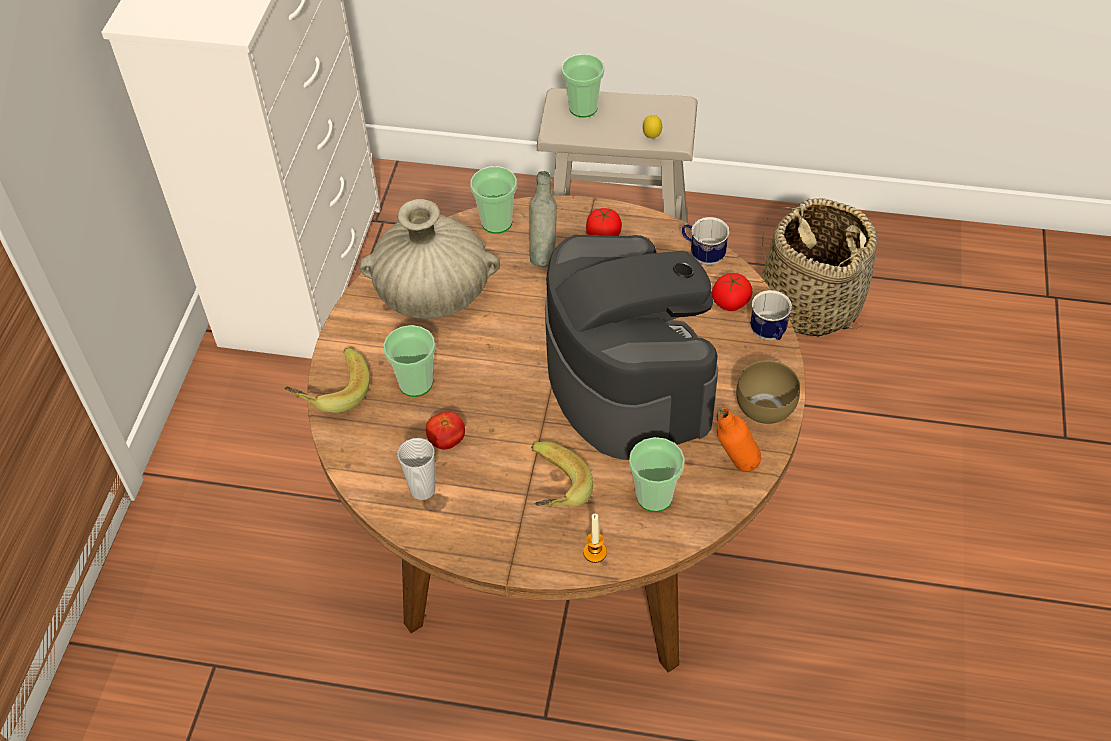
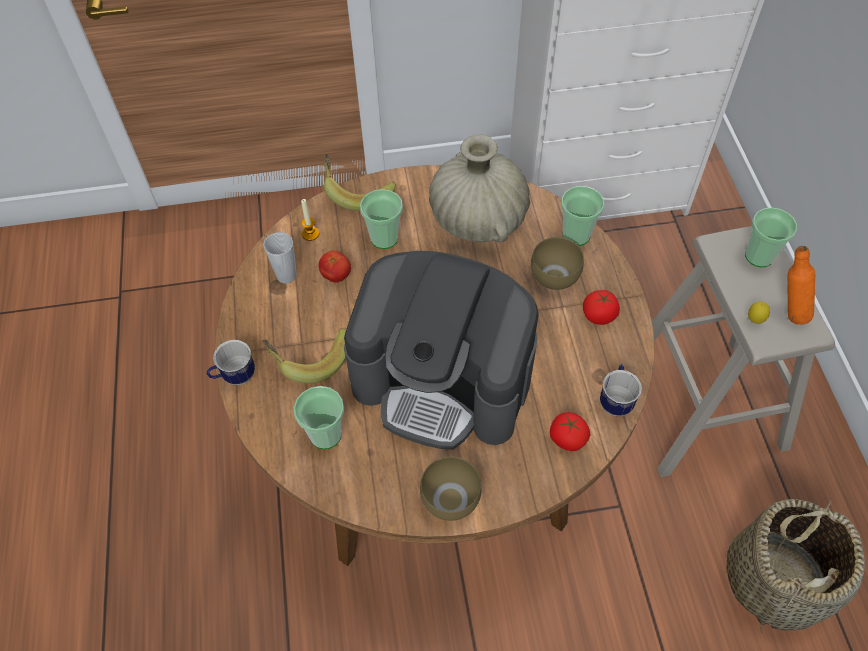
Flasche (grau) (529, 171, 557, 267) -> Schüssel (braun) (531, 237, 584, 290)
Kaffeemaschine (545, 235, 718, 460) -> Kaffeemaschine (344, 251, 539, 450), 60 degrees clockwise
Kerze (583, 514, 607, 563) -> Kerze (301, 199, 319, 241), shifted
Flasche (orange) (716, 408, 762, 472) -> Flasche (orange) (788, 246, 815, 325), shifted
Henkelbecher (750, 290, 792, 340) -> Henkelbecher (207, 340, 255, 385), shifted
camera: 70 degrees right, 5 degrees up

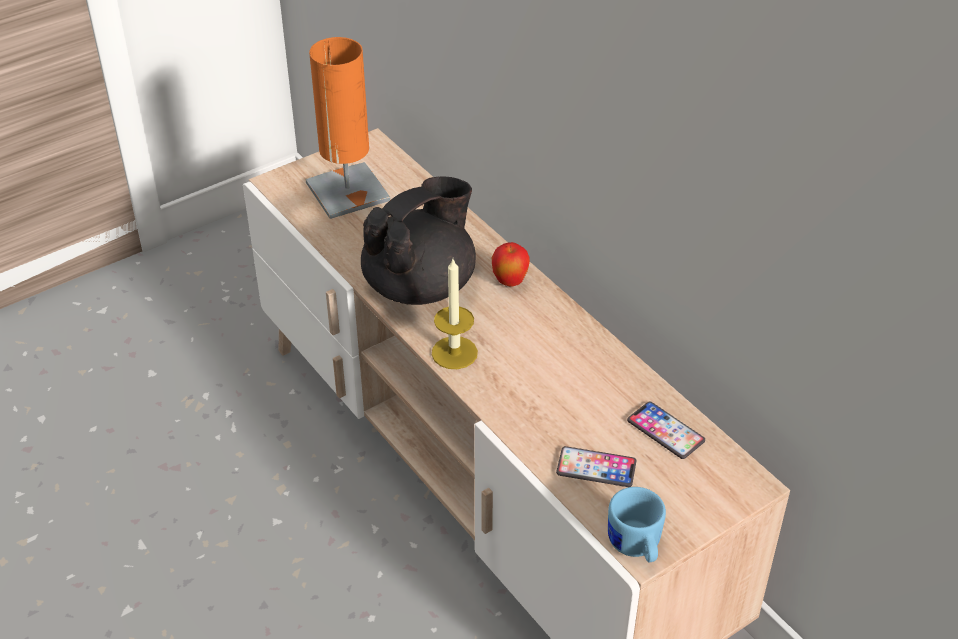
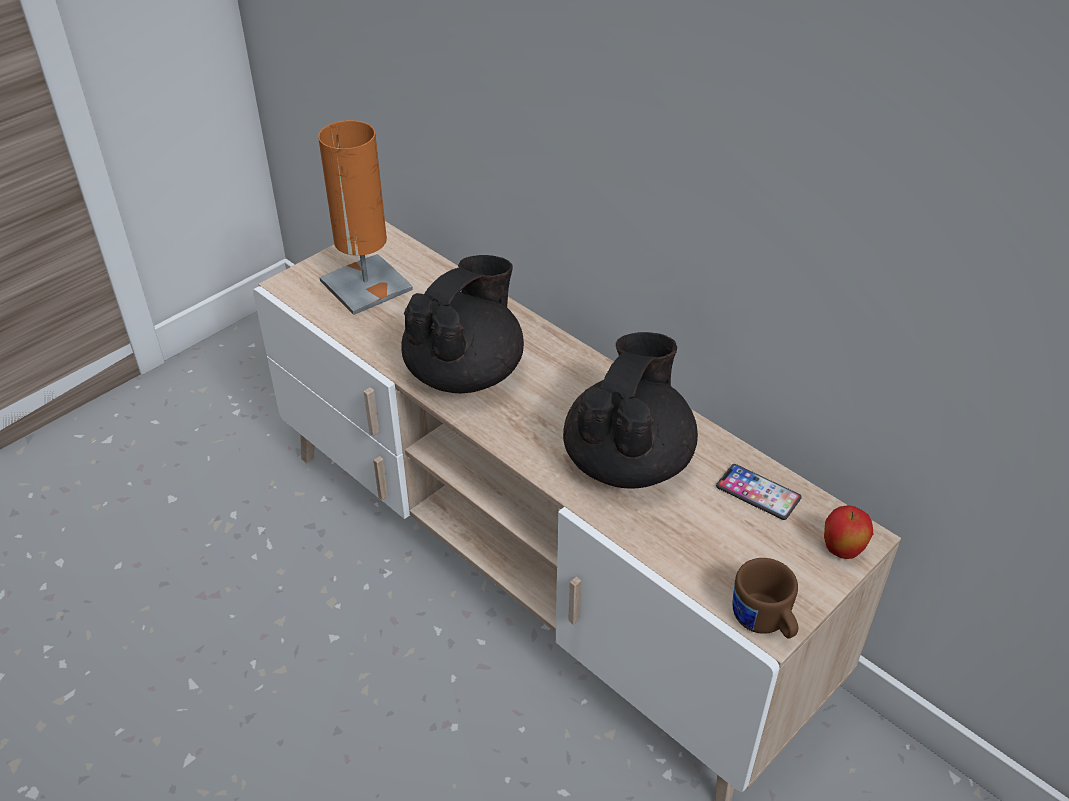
Kerze (432, 259, 478, 369) -> none
Apfel (492, 242, 530, 286) -> Apfel (824, 505, 873, 559), shifted
Handy (556, 446, 636, 487) -> none
Henkelbecher (blau) (608, 487, 666, 562) -> Henkelbecher (braun) (732, 558, 798, 638)
none -> Teekanne (schwarz) (563, 332, 698, 488)
camera: 10 degrees left, 0 degrees up

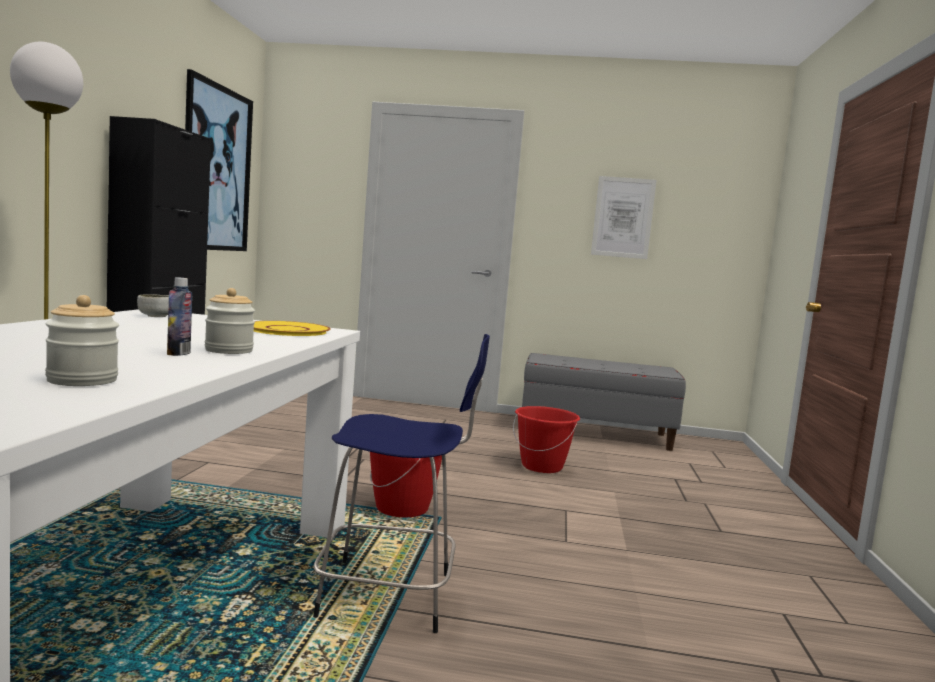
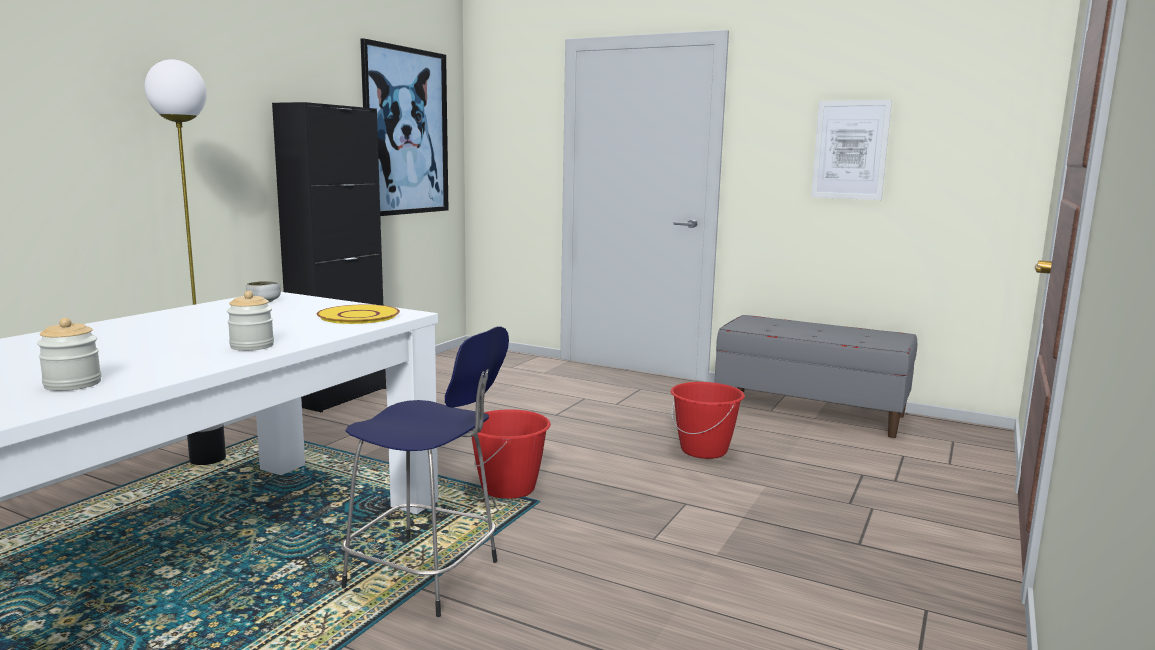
Flasche (167, 278, 192, 356) -> none
camera: 20 degrees right, 5 degrees up

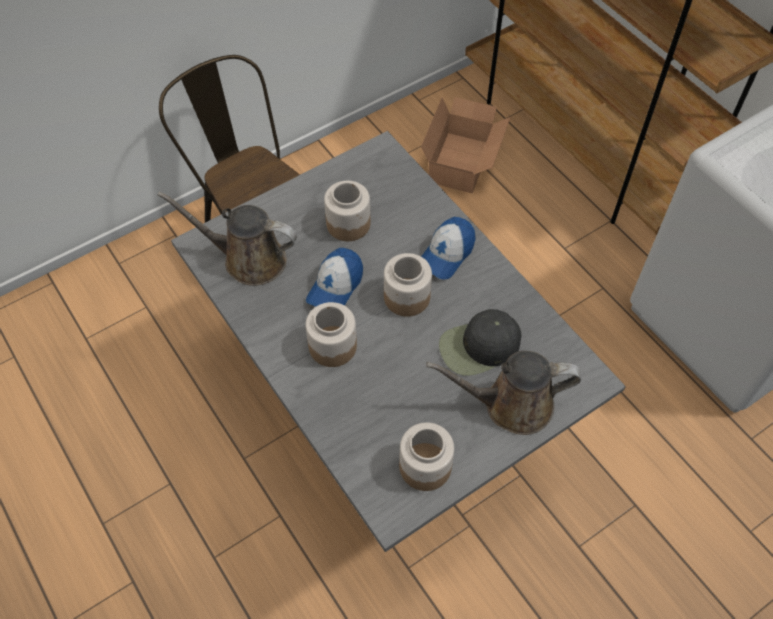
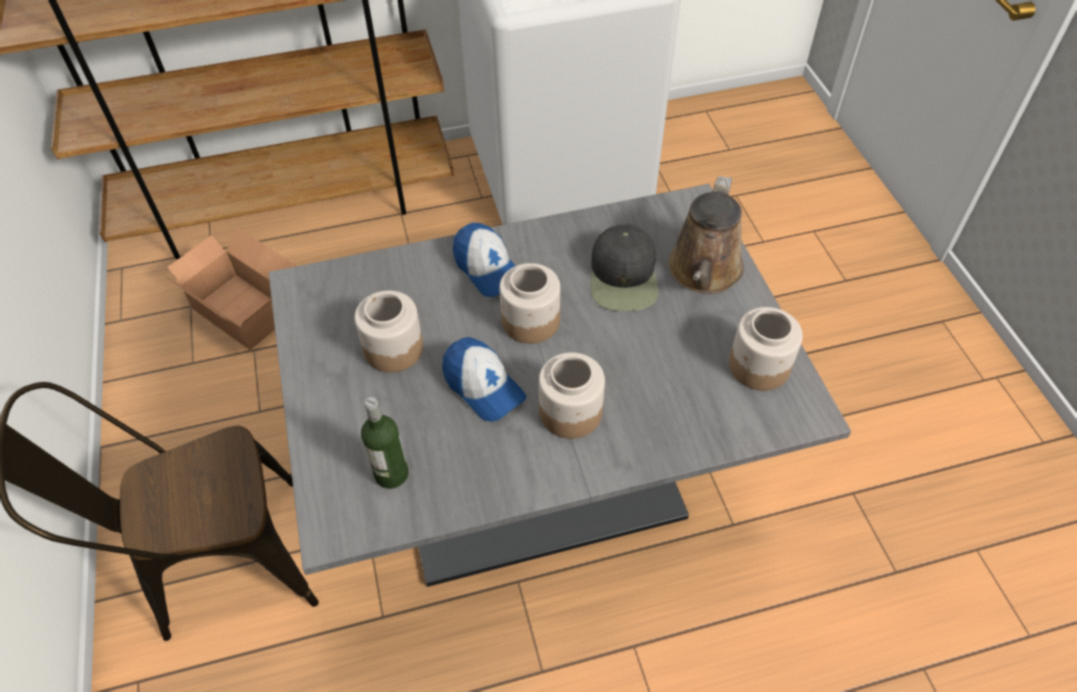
Gießkanne (braun) (158, 191, 297, 286) -> Flasche (361, 397, 409, 489)
camera: 70 degrees left, 5 degrees down

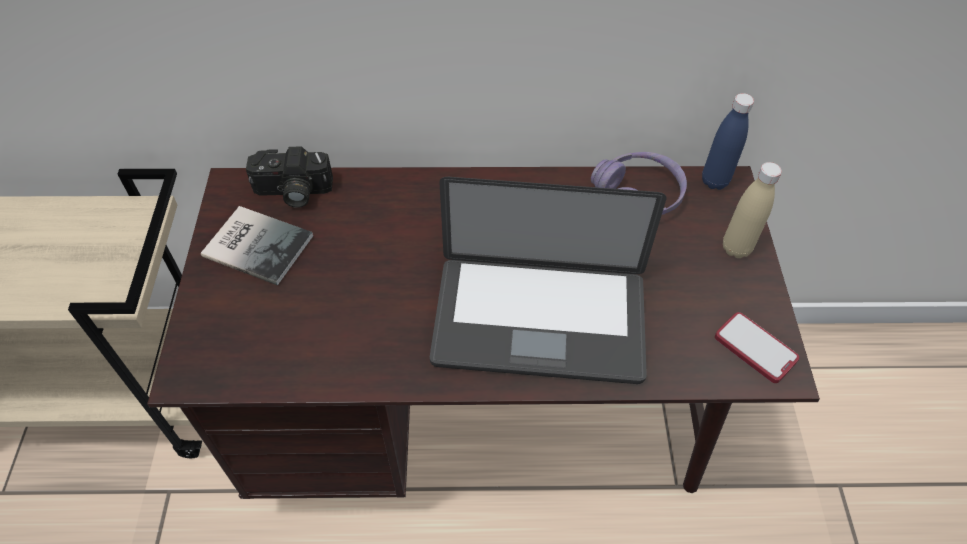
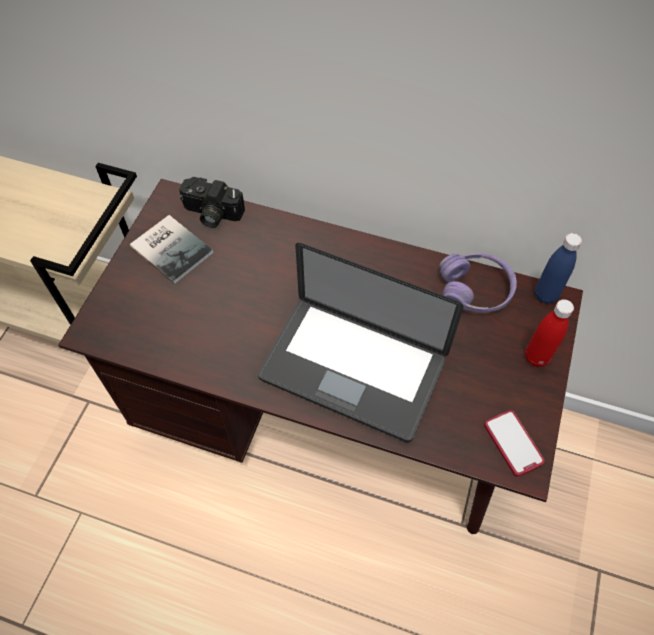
Flasche (beige) (723, 162, 782, 258) -> Flasche (rot) (525, 299, 574, 367)
camera: 20 degrees right, 5 degrees up

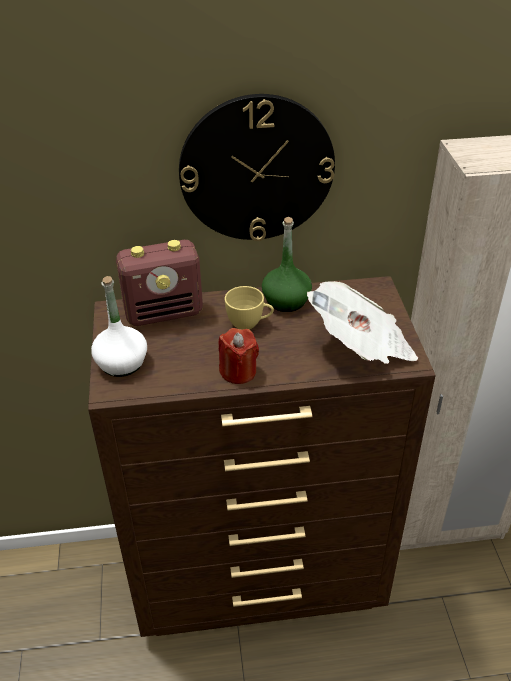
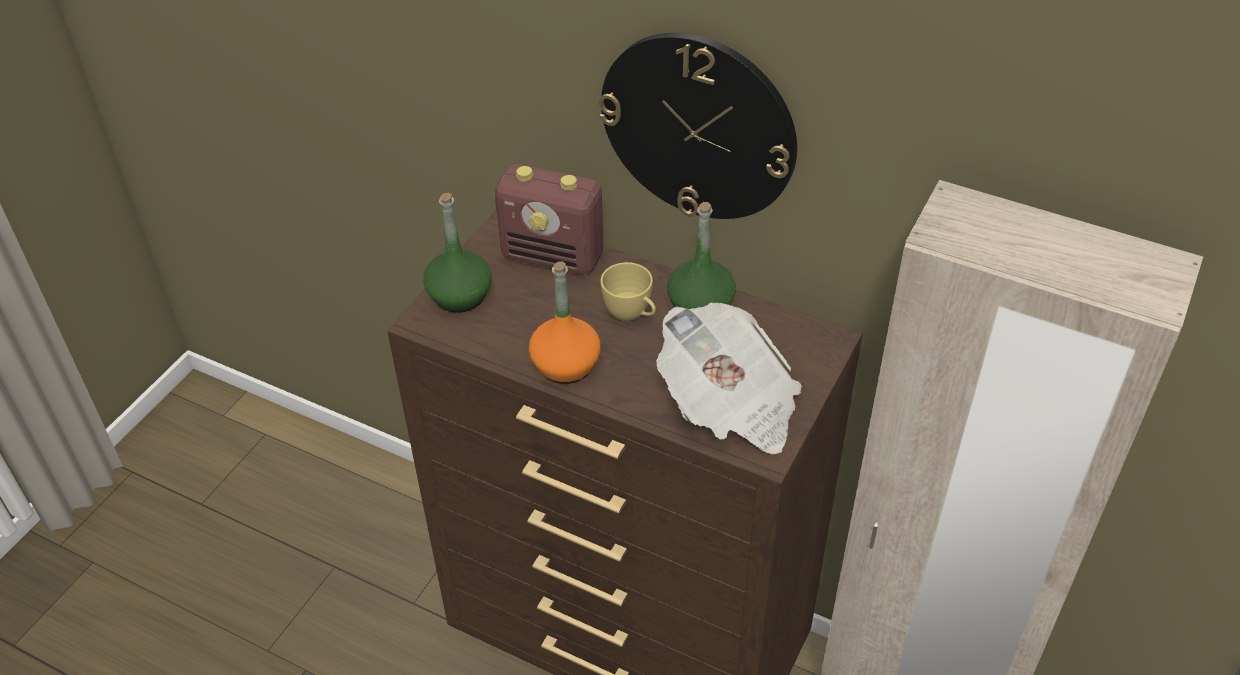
Flasche (weiß) (91, 276, 147, 377) -> Flasche (grün) (423, 192, 492, 313)
Kerze (rot) (219, 328, 259, 384) -> Flasche (orange) (529, 261, 601, 384)
camera: 35 degrees right, 5 degrees up

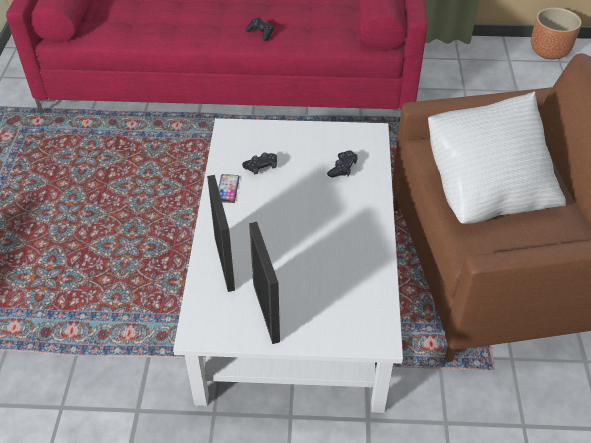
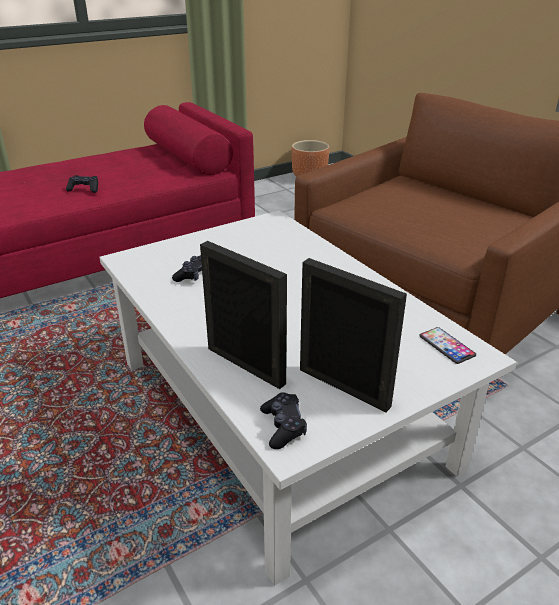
Handy (218, 174, 239, 203) -> Handy (419, 327, 476, 364), shifted
Gamepad (schwarz) (327, 151, 358, 177) -> Gamepad (schwarz) (260, 392, 307, 449), shifted
Kissen (weiß) (428, 92, 566, 224) -> none
camera: 35 degrees left, 15 degrees down

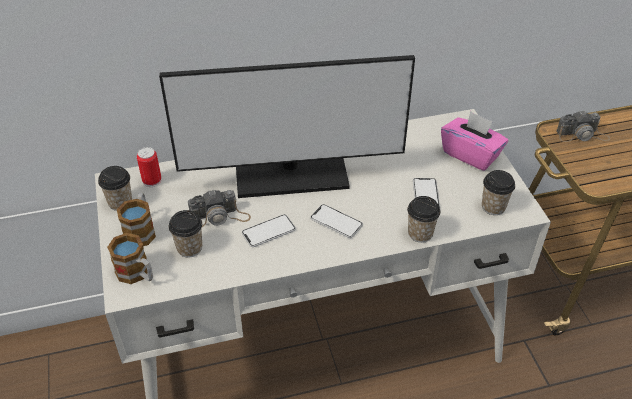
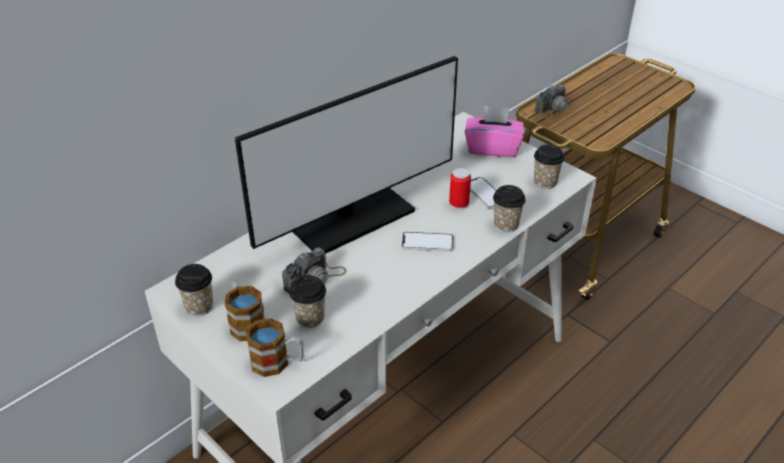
Dose (137, 147, 161, 187) -> Dose (449, 168, 471, 210), shifted
Handy (242, 214, 296, 247) -> none
camera: 30 degrees left, 5 degrees down

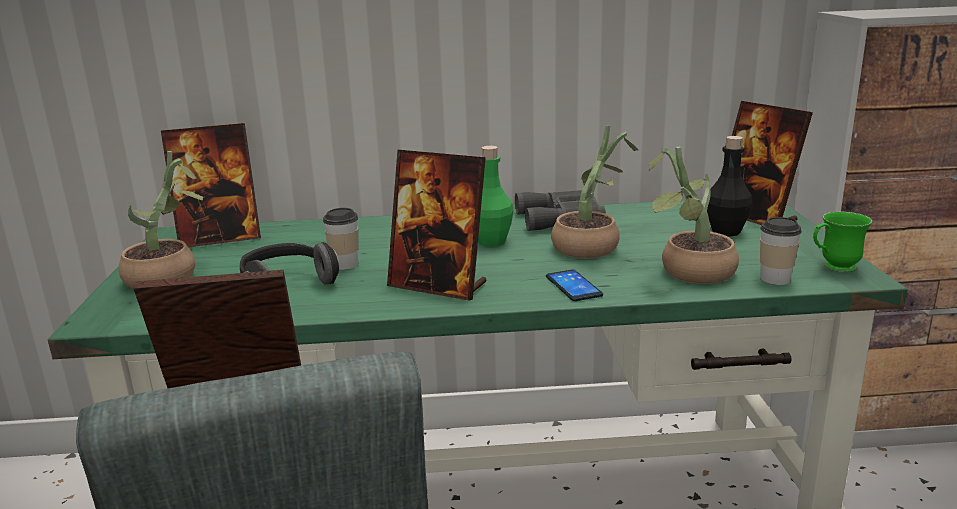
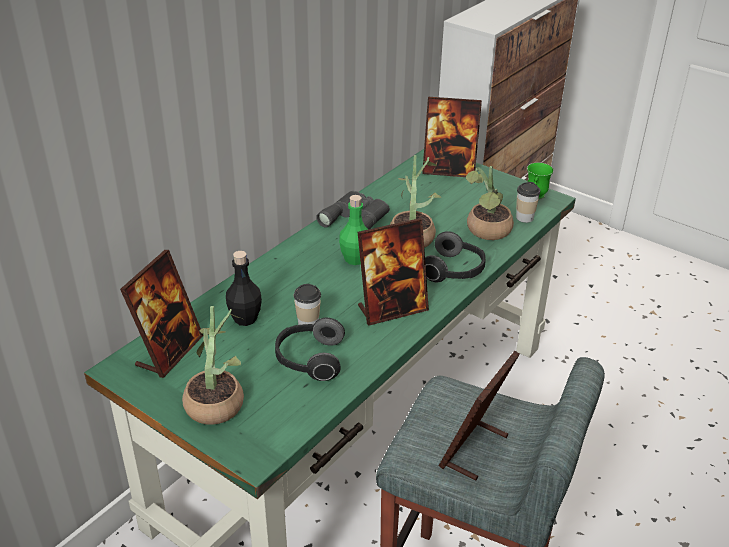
Handy (546, 270, 603, 301) -> Kopfhörer (425, 231, 486, 282)
Flasche (schwarz) (707, 136, 752, 237) -> Flasche (schwarz) (226, 251, 262, 326), shifted
camera: 50 degrees left, 15 degrees up

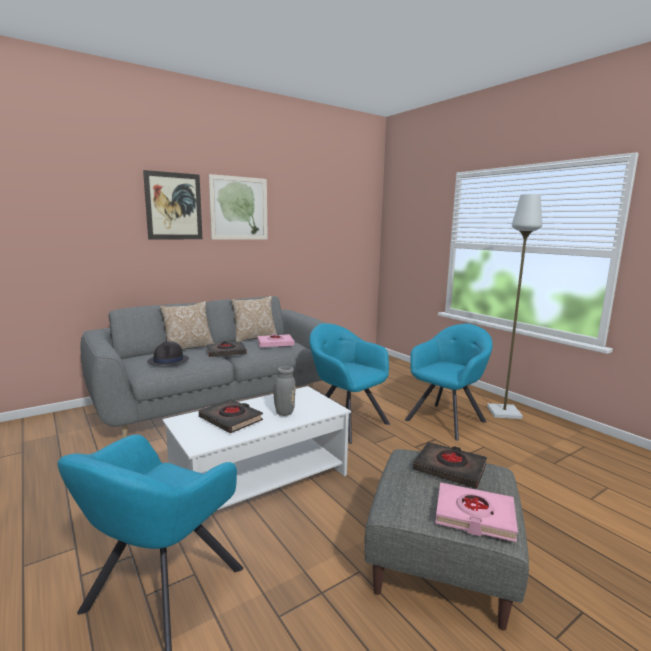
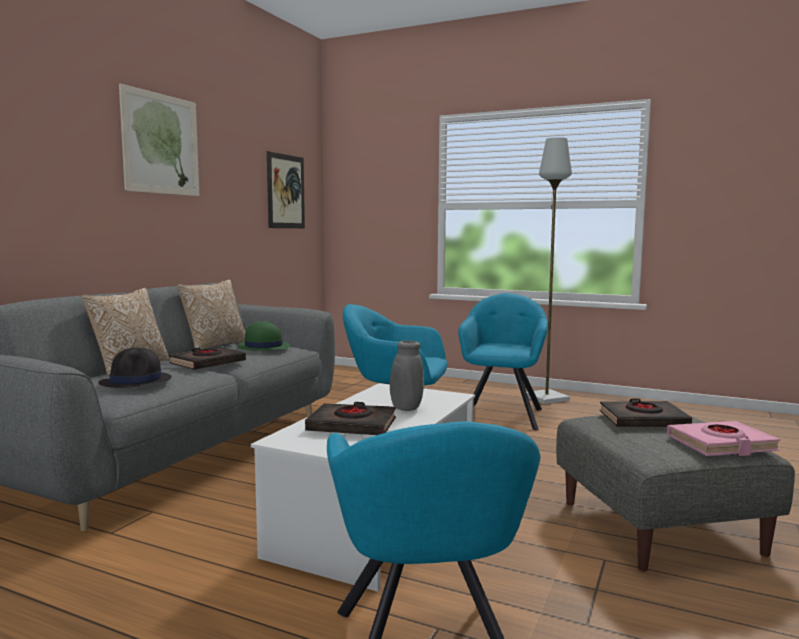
Bild (143, 170, 202, 239) -> Bild (267, 151, 305, 228), shifted
Buch (rosa) (257, 334, 295, 347) -> Hut (grün) (237, 321, 290, 350)
camera: 30 degrees left, 5 degrees down

